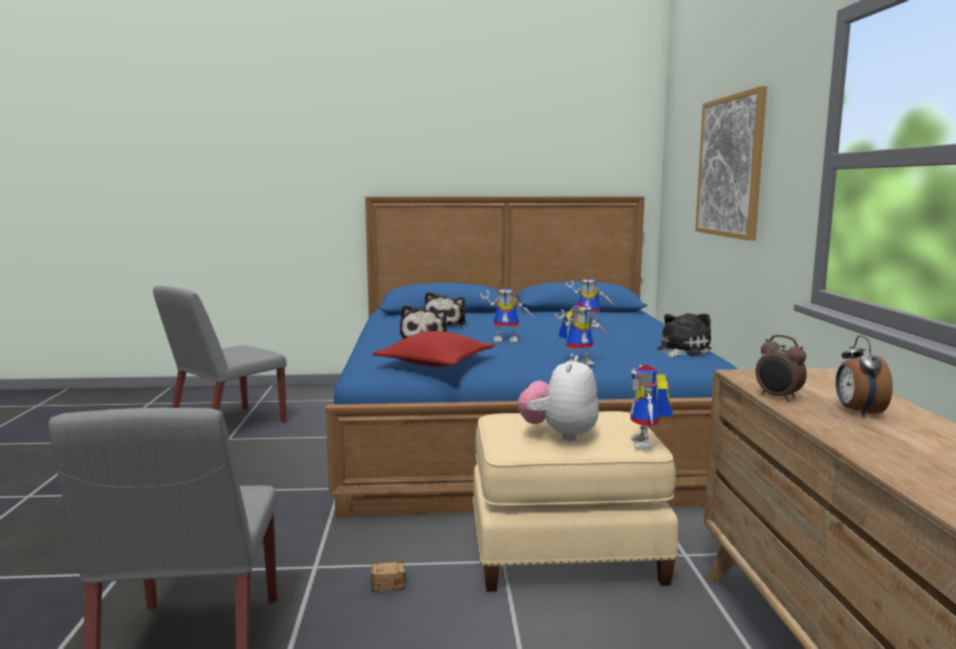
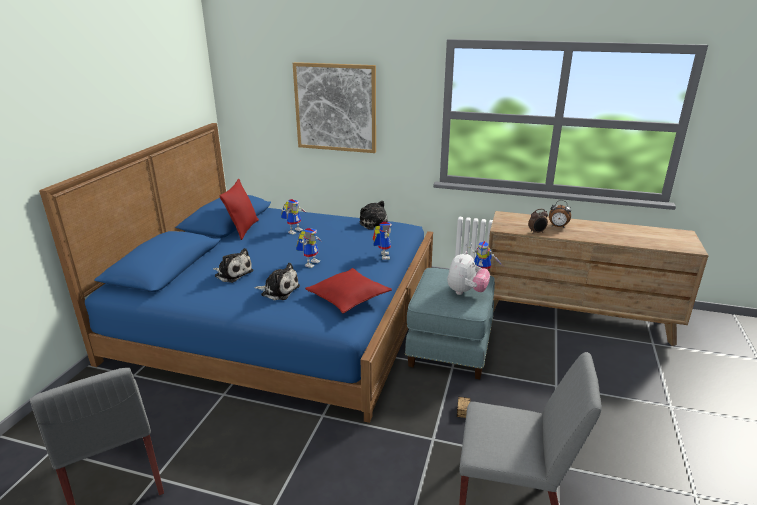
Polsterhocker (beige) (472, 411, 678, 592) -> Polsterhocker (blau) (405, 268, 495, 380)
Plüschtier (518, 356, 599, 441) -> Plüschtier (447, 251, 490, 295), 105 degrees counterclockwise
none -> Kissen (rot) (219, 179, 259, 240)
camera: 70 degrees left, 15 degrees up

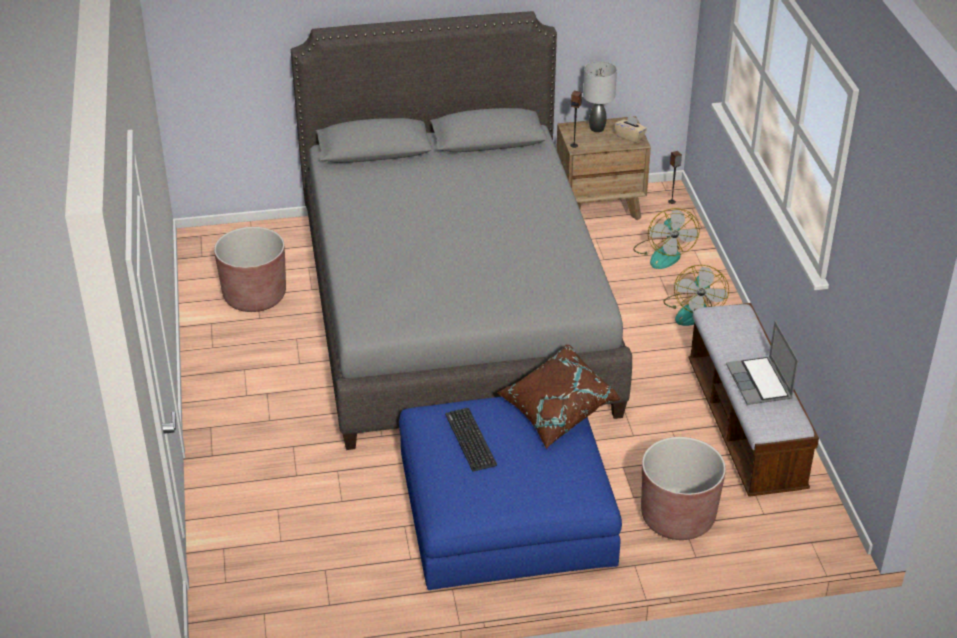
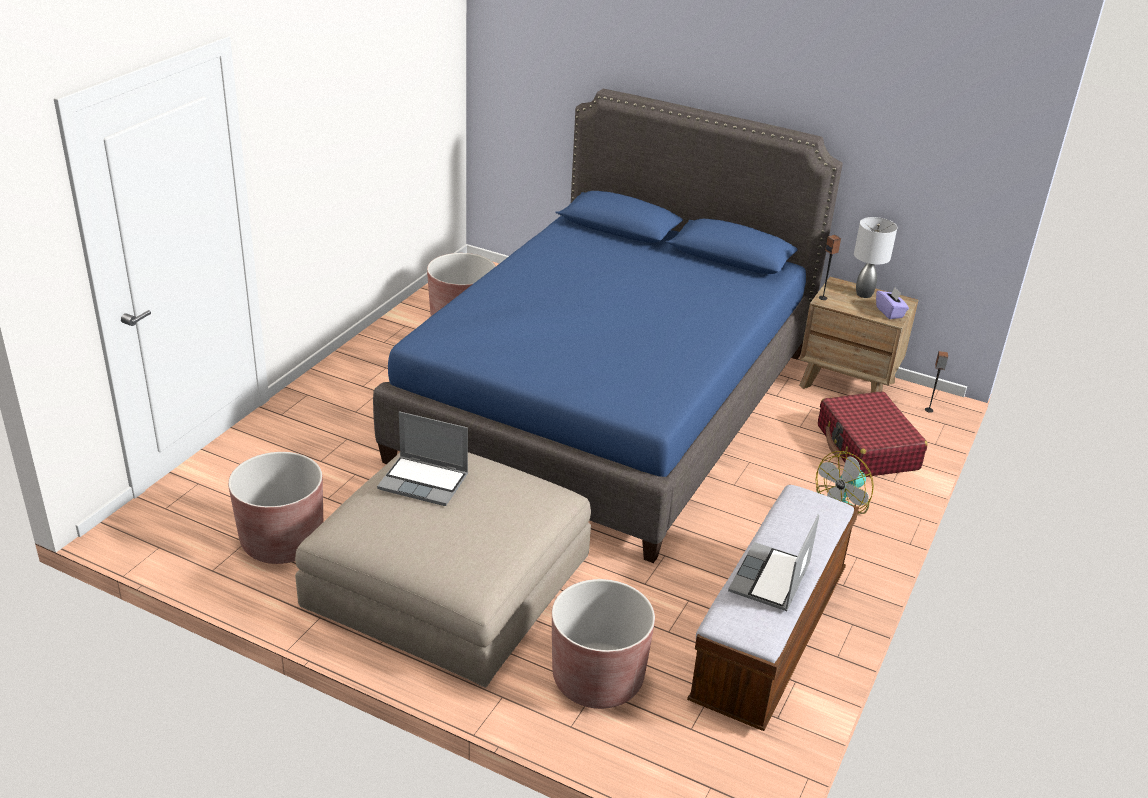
Bett (grau) (291, 11, 632, 450) -> Bett (blau) (373, 89, 843, 563)
Polsterhocker (blau) (399, 397, 622, 590) -> Polsterhocker (beige) (295, 452, 591, 688)
Tastatur (445, 408, 497, 472) -> Laptop (377, 412, 468, 506)
Kissen (braun) (497, 344, 620, 449) -> none
Taschentuchbox (beige) (615, 115, 647, 143) -> Taschentuchbox (lila) (876, 288, 909, 319)
Ventilator (633, 208, 700, 269) -> Koffer (rot) (818, 392, 928, 477)
none -> Pflanzkübel (braun) (228, 452, 323, 564)
camera: 35 degrees right, 5 degrees down

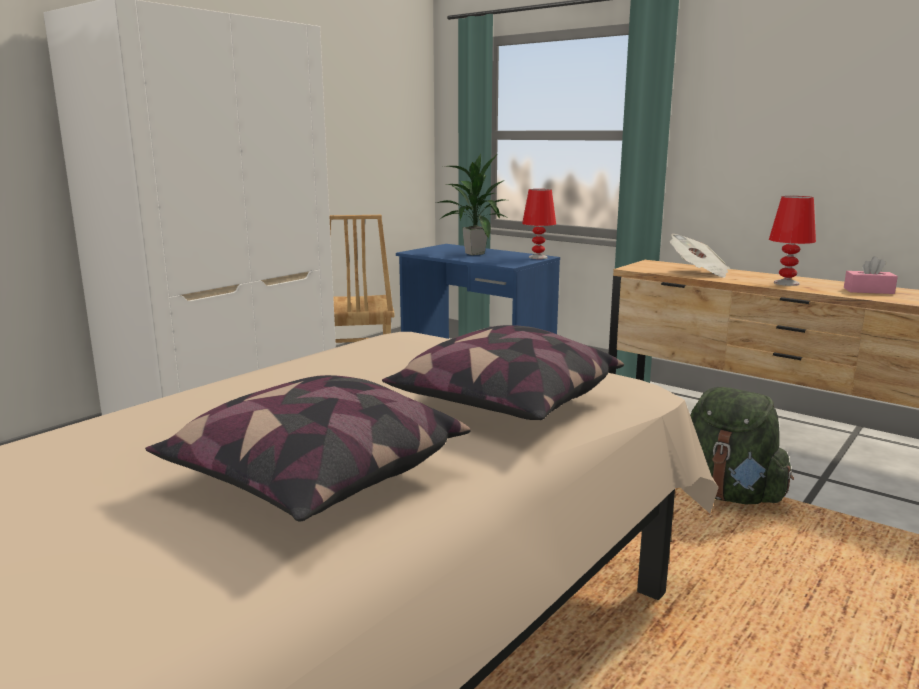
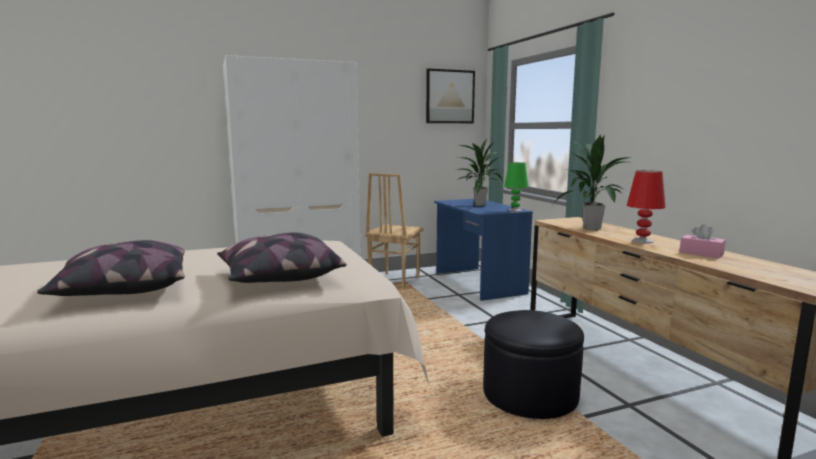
Tischlampe (rot) (522, 189, 556, 259) -> Tischlampe (grün) (504, 162, 528, 212)
Zeitung (670, 234, 730, 278) -> Topfpflanze (553, 135, 633, 230)
Rucksack (grün) (690, 387, 794, 504) -> Polsterhocker (schwarz) (483, 310, 584, 419)
none -> Bild (426, 69, 475, 123)
camera: 30 degrees right, 5 degrees down

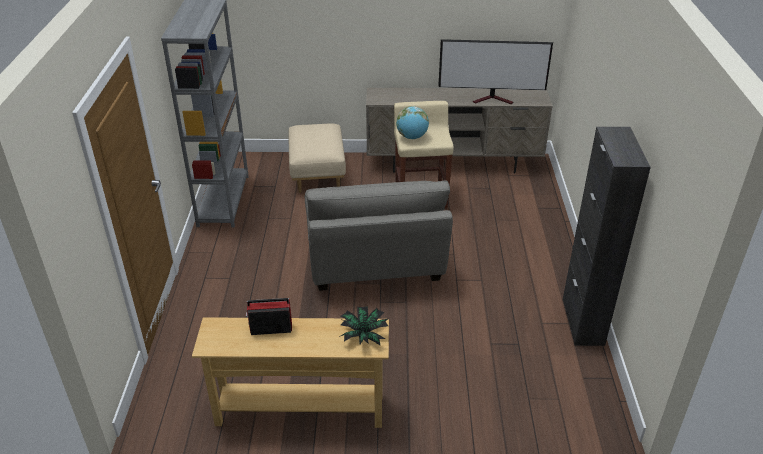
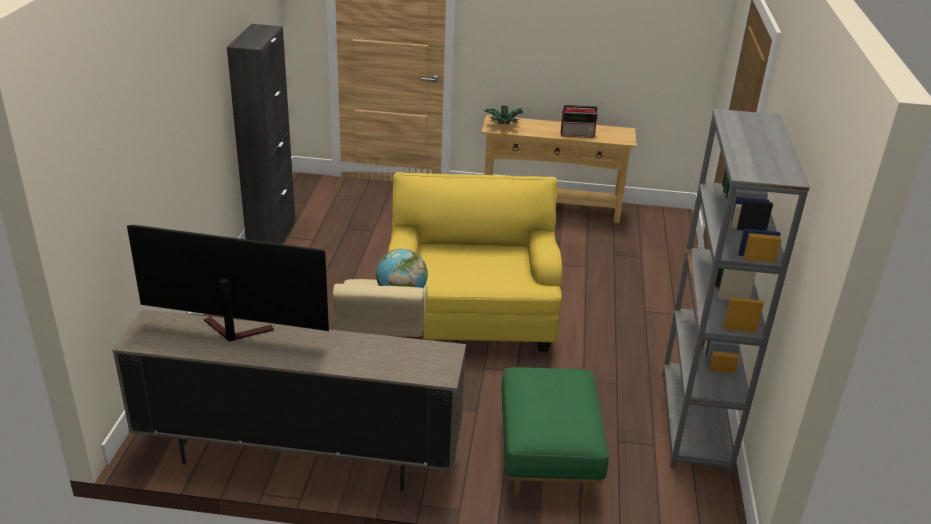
Polsterhocker (beige) (288, 124, 346, 193) -> Polsterhocker (grün) (502, 367, 609, 500)
Sessel (grau) (305, 180, 453, 291) -> Sessel (gelb) (388, 172, 562, 352)
camera: 175 degrees left, 5 degrees down

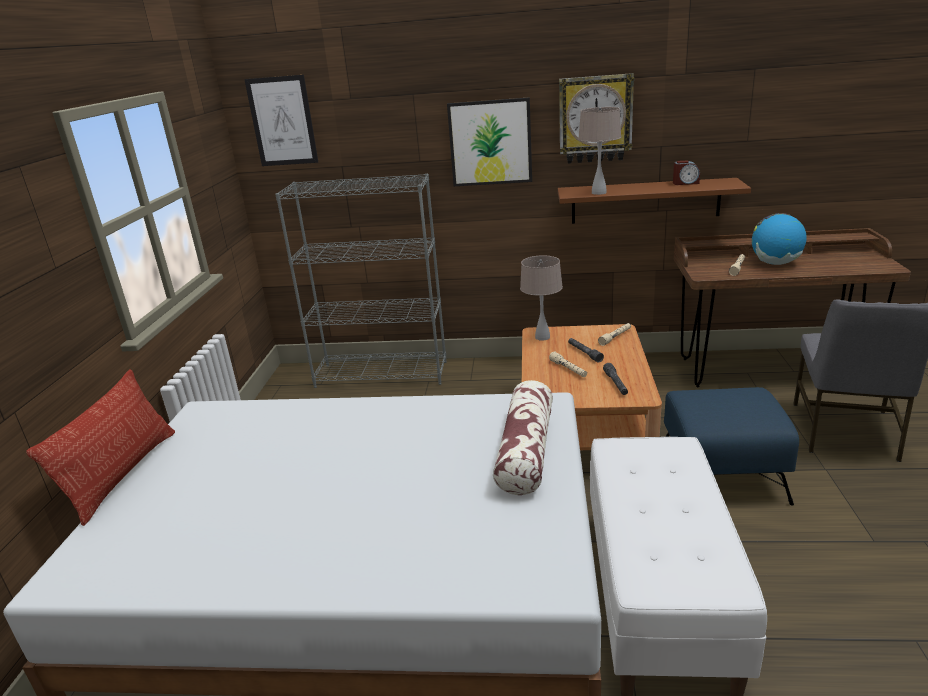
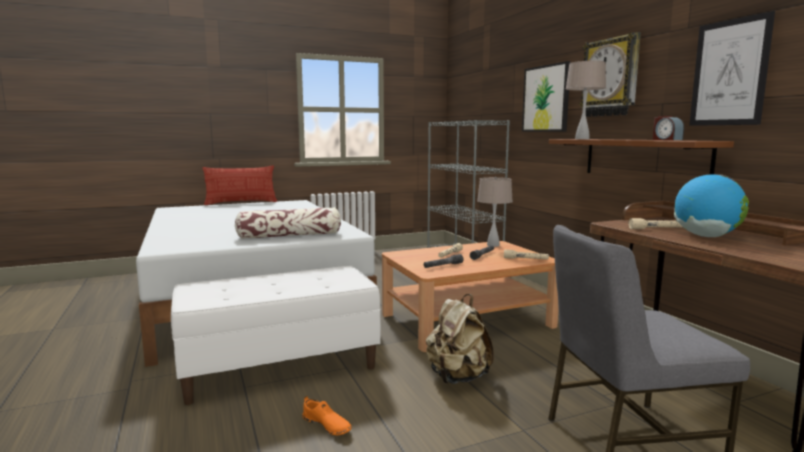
Bild (244, 75, 318, 166) -> Bild (689, 11, 775, 126), shifted
Polsterhocker (blau) (664, 387, 799, 506) -> Rucksack (beige) (426, 294, 494, 384)
none -> Schuh (orange) (302, 396, 352, 435)
camera: 60 degrees right, 15 degrees down

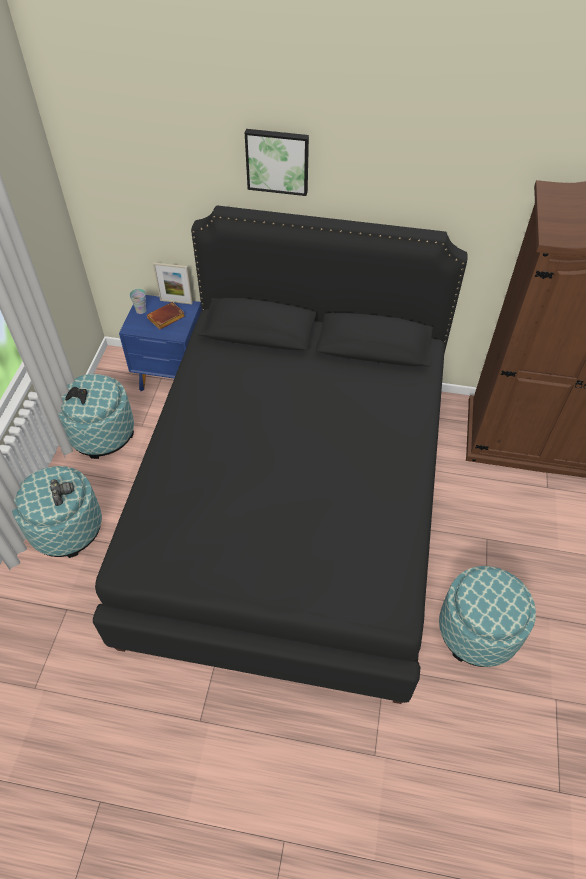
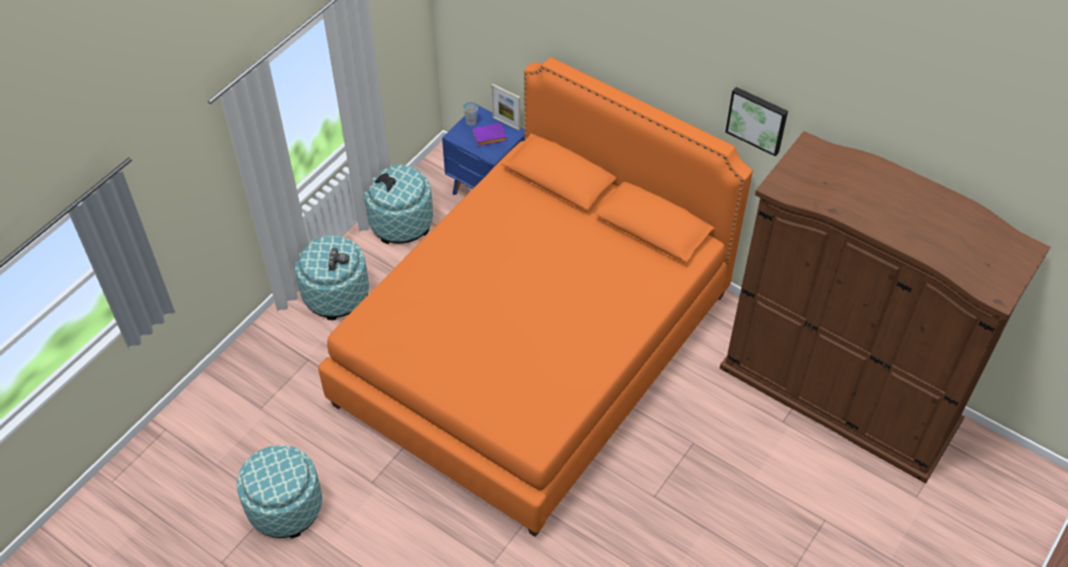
Bett (schwarz) (93, 206, 468, 704) -> Bett (orange) (318, 57, 753, 537)
Buch (braun) (147, 302, 185, 330) -> Buch (lila) (473, 123, 507, 146)
Bild (245, 129, 309, 196) -> Bild (725, 87, 788, 157), shifted
Polsterhocker (439, 566, 536, 667) -> Polsterhocker (237, 445, 322, 539), shifted
camera: 25 degrees right, 0 degrees up

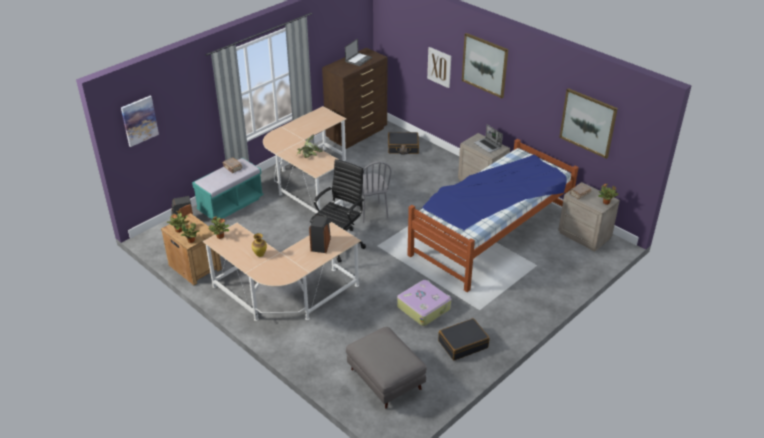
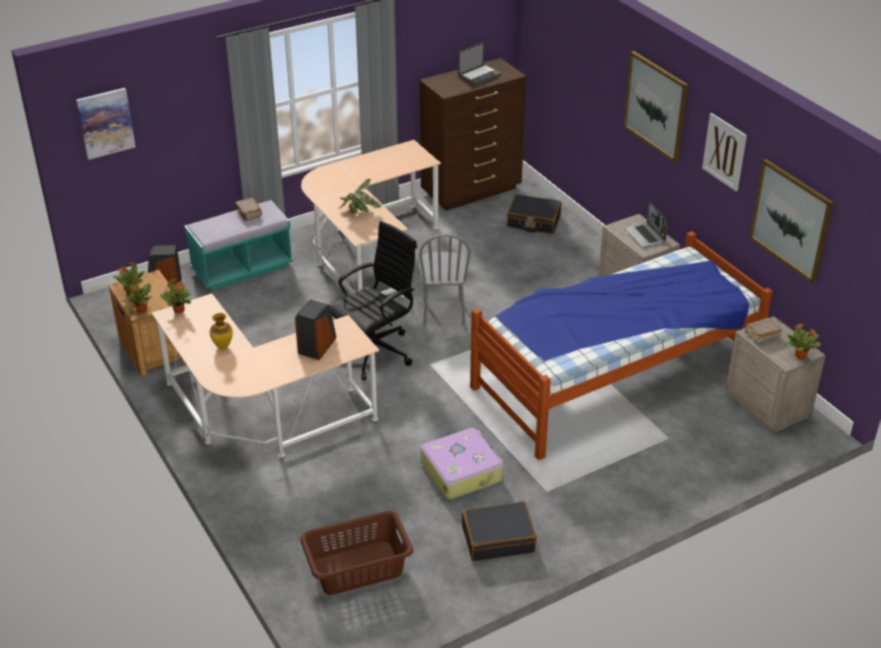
Polsterhocker (grau) (346, 327, 426, 409) -> Wäschekorb (braun) (300, 510, 413, 595)
Bild (427, 47, 451, 88) -> Bild (702, 113, 747, 191), shifted
camera: 15 degrees right, 0 degrees up

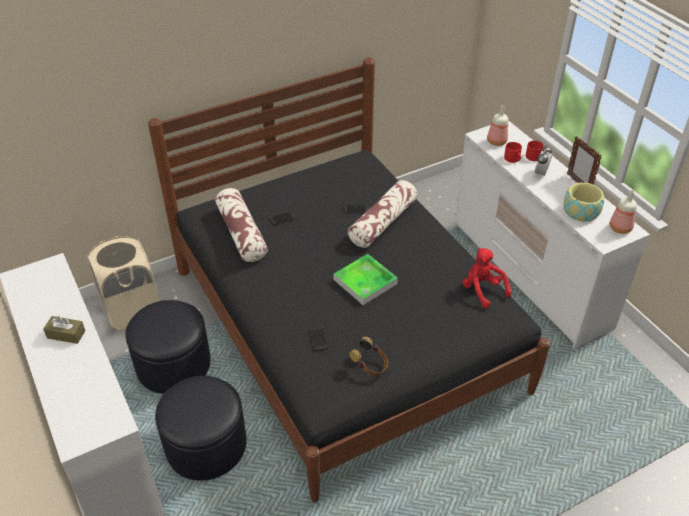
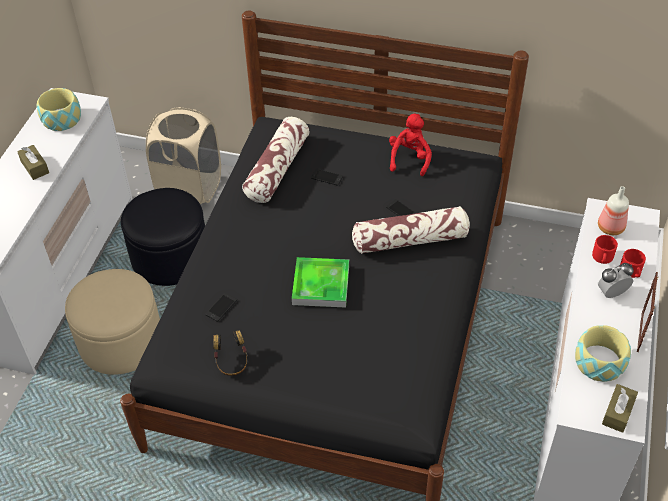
Polsterhocker (schwarz) (155, 376, 247, 481) -> Polsterhocker (beige) (65, 269, 160, 375)
Plüschtier (rot) (462, 248, 511, 308) -> Plüschtier (rot) (389, 114, 432, 176), shifted
Flasche (610, 190, 637, 234) -> Taschentuchbox (braun) (602, 384, 638, 433)
none -> Schüssel (37, 88, 81, 131)
camera: 45 degrees right, 5 degrees up

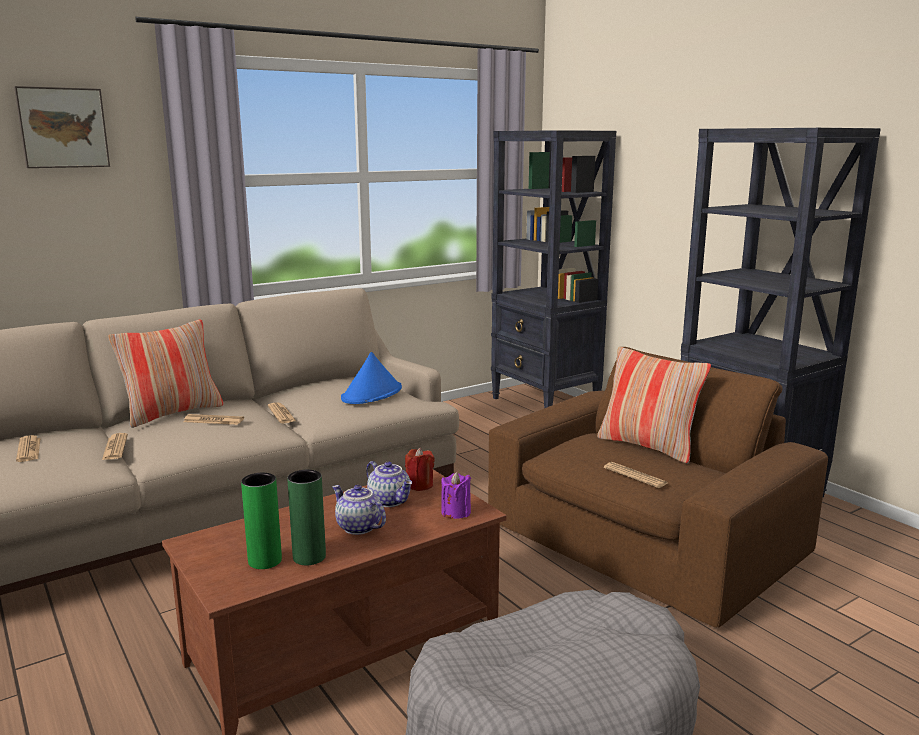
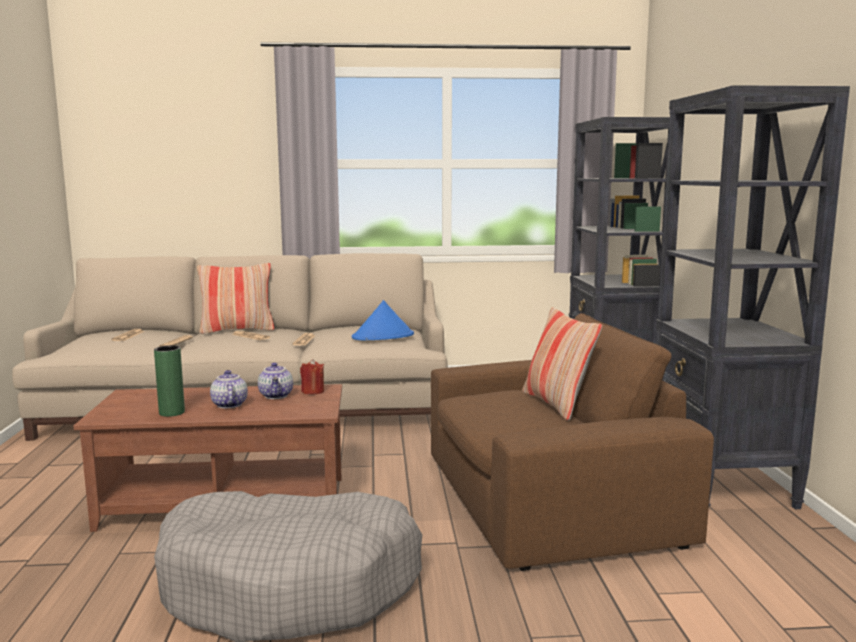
Bild (14, 86, 110, 168) -> none
Vase (grün) (241, 473, 282, 569) -> none
Kerze (lila) (441, 472, 471, 519) -> none
Zeitung (604, 462, 668, 488) -> none
camera: 30 degrees right, 5 degrees down

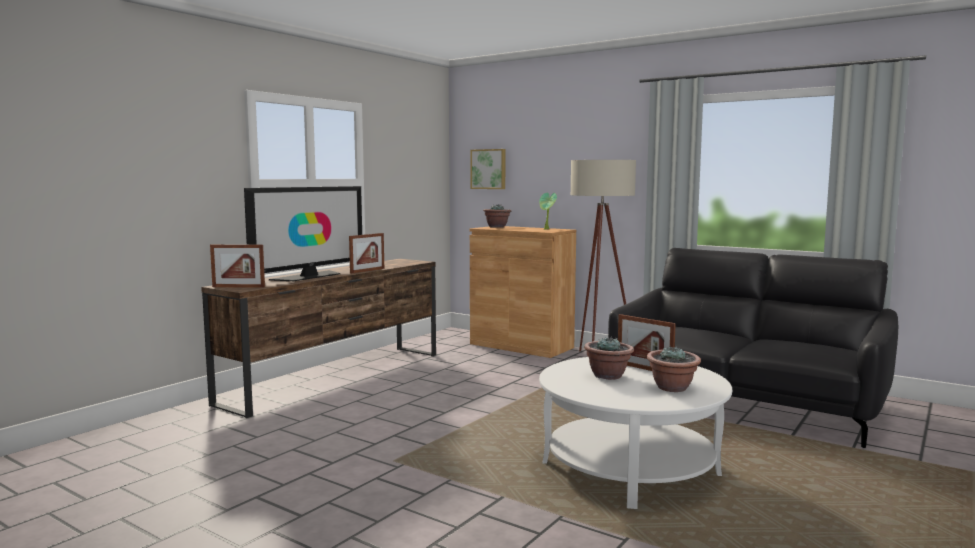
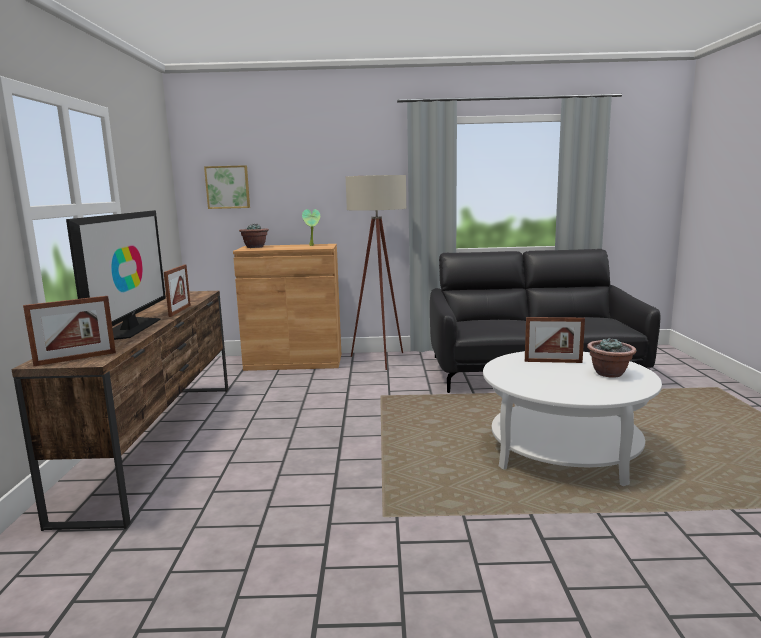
Topfpflanze (584, 336, 634, 380) -> none
camera: 35 degrees left, 5 degrees up

